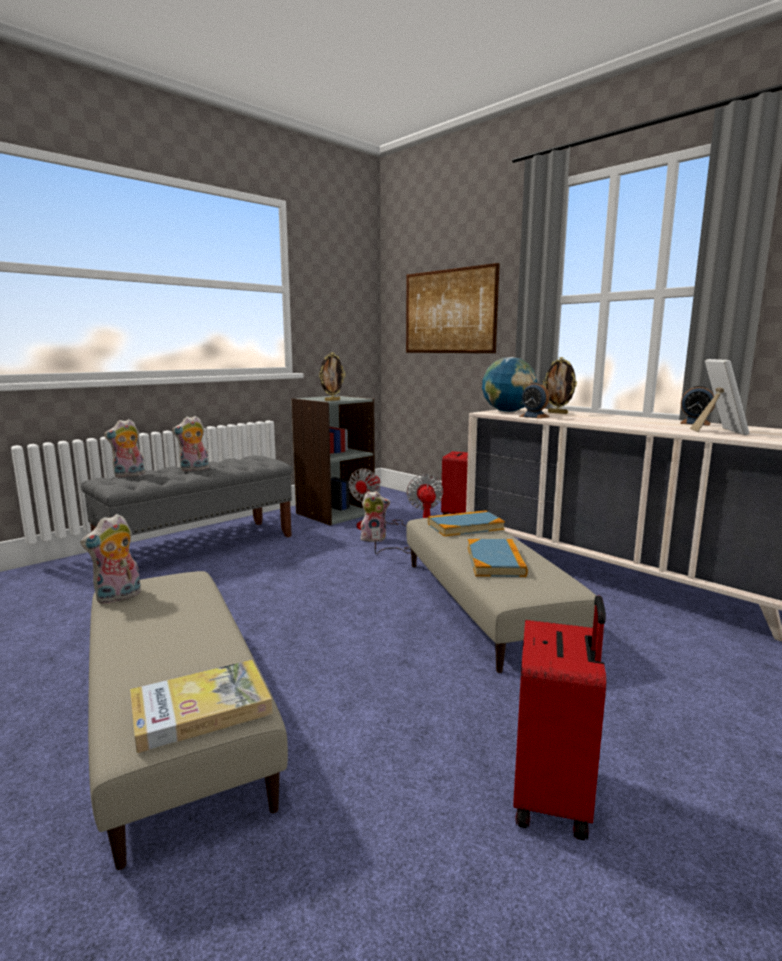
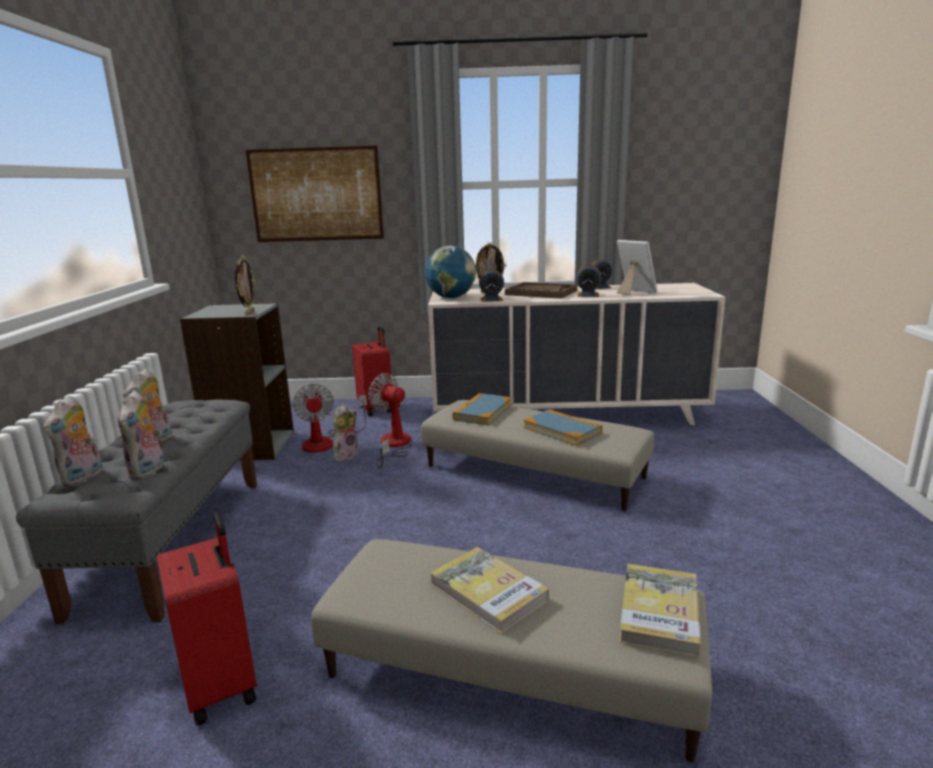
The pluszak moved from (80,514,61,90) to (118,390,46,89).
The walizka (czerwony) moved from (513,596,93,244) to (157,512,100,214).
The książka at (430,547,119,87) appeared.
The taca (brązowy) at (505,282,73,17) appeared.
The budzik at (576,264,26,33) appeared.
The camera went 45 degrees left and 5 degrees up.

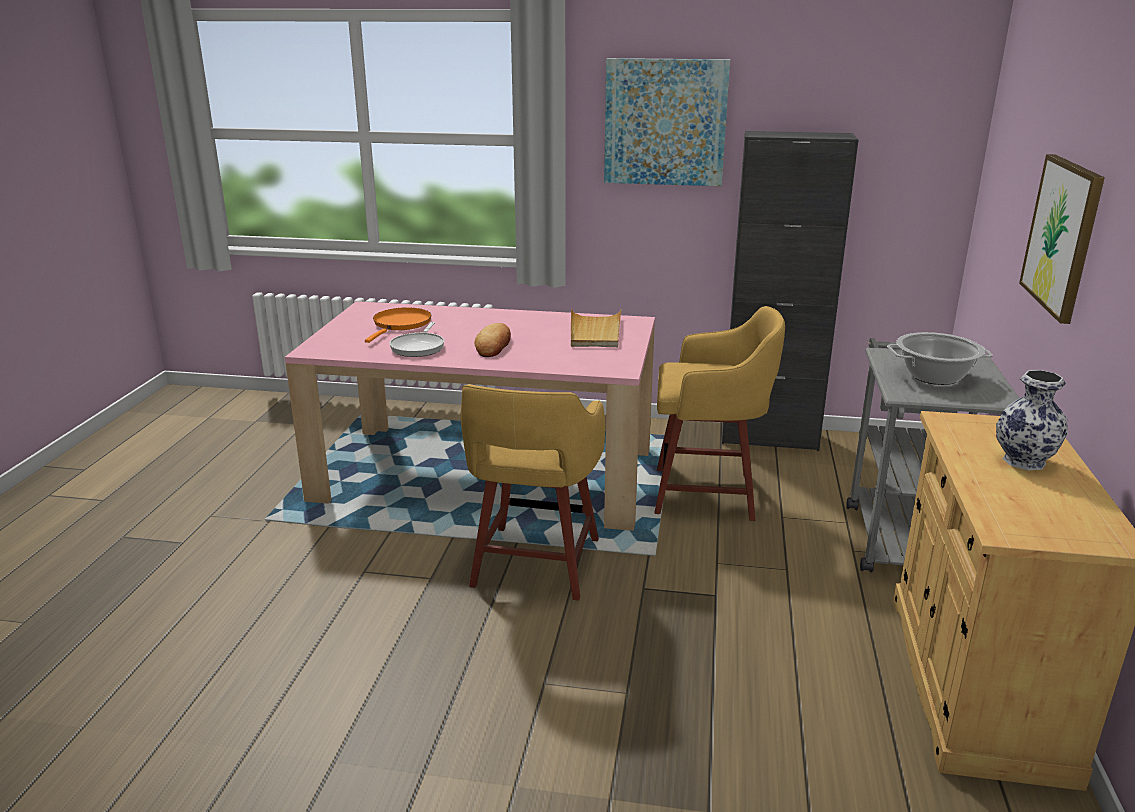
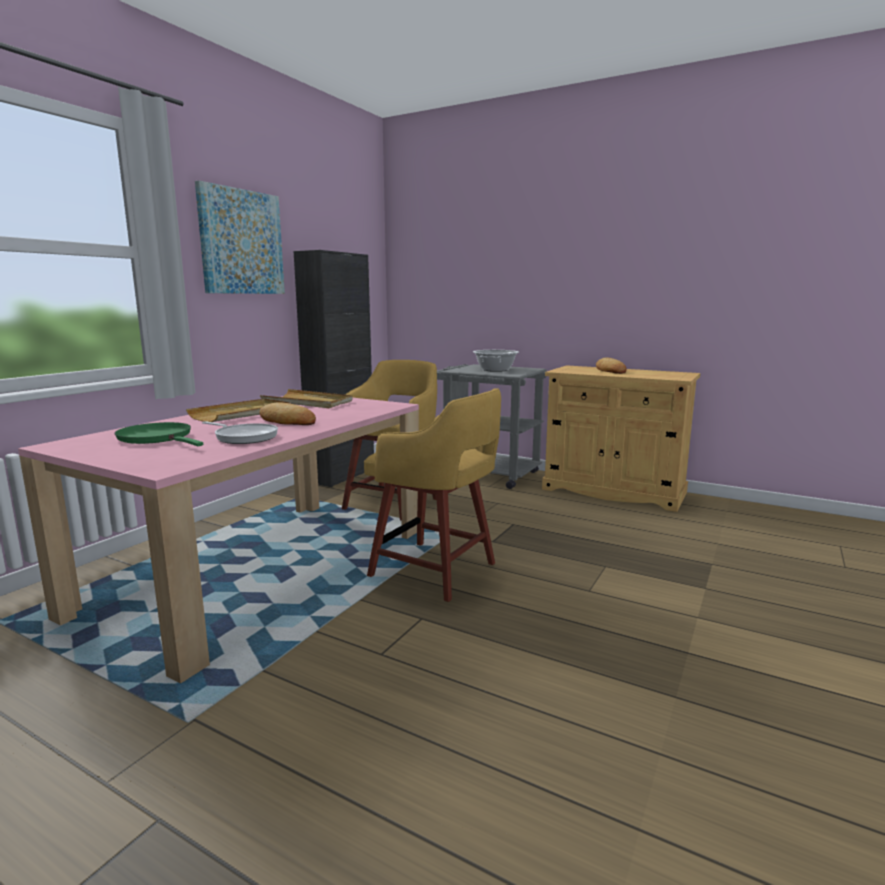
The patelnia (pomarańczowy) at (365,307,67,36) became the patelnia (zielony) at (115,422,88,24).
The wazon at (996,370,72,101) was replaced by the chleb at (596,357,31,17).
The obraz at (1019,154,86,170) disappeared.
The taca (beżowy) at (186,398,105,24) appeared.
The camera went 70 degrees left and 10 degrees down.

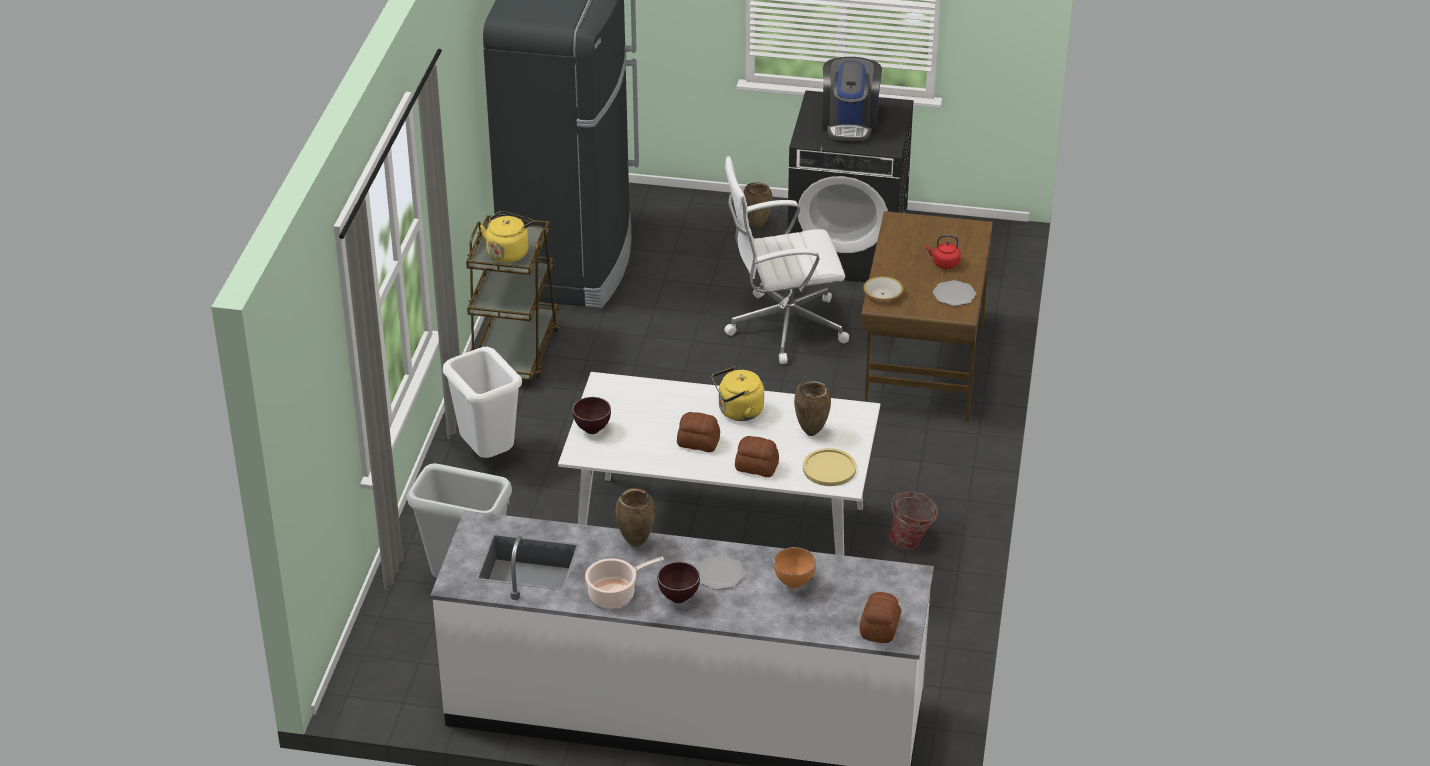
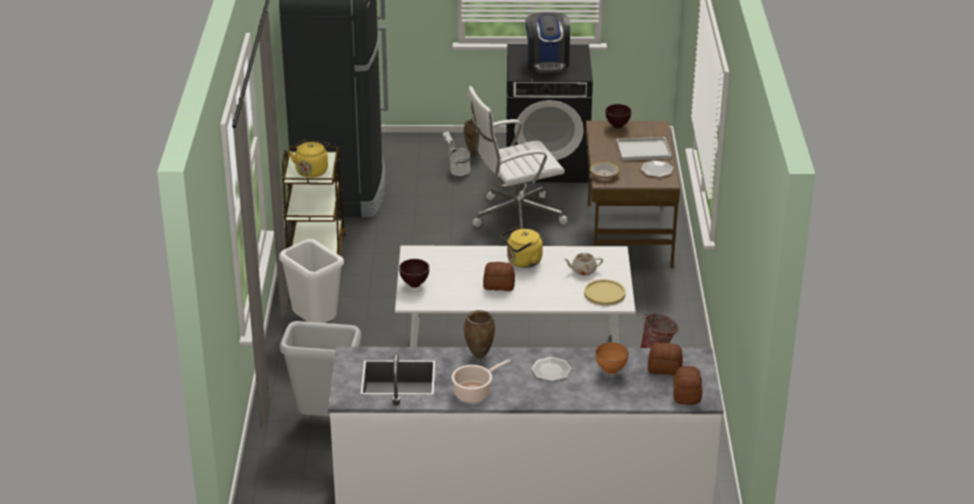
The miska (brązowy) moved from (657,562,43,41) to (605,104,26,24).
The chleb moved from (735,436,44,41) to (648,343,35,33).
The wazon (brązowy) at (794,381,37,55) was replaced by the imbryk (beżowy) at (563,253,40,22).
The czajnik (czerwony) at (926,235,35,34) was replaced by the taca (biały) at (616,137,56,24).
The wiadro (biały) at (442,132,29,44) appeared.
The camera went 10 degrees left and 5 degrees down.

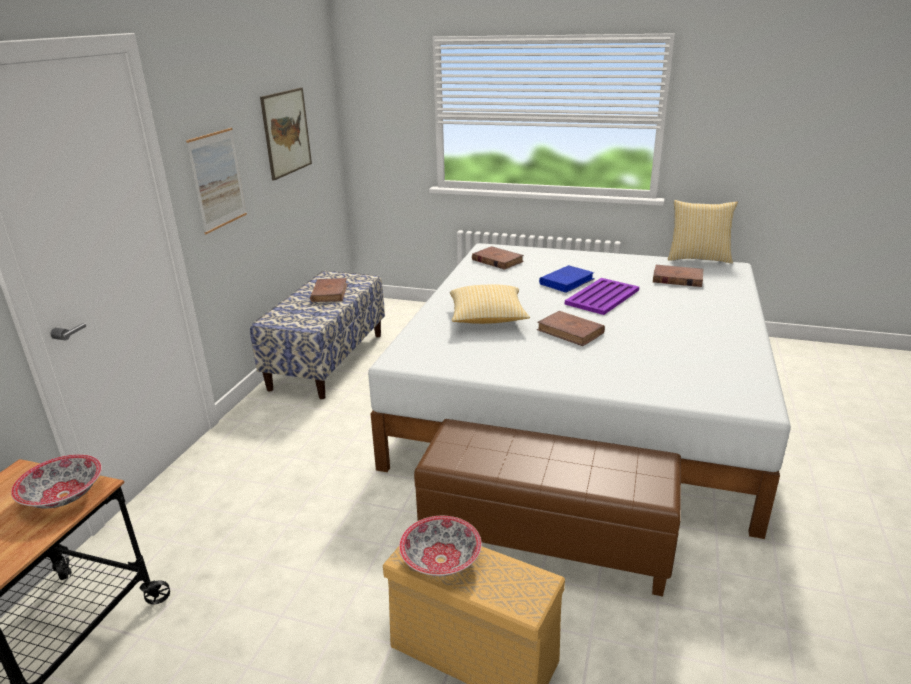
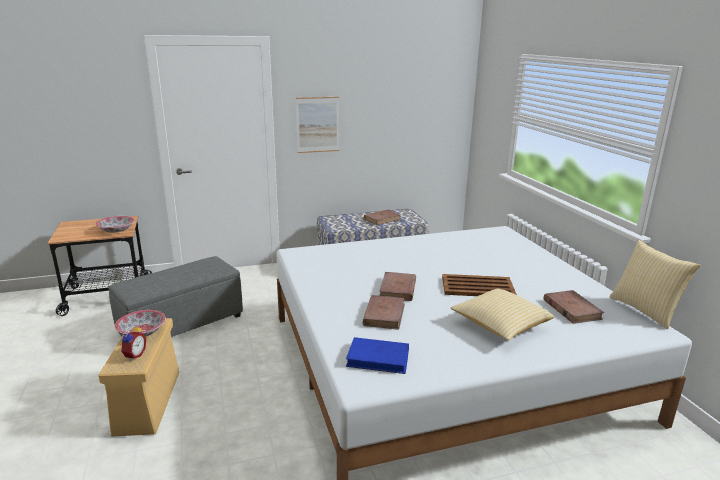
The obraz at (260,88,52,93) disappeared.
The pufa (brązowy) at (414,419,267,178) disappeared.
The poduszka moved from (450,284,80,40) to (450,289,104,52).
The książka (brązowy) moved from (472,246,52,24) to (363,295,42,35).
The książka (niebieski) moved from (539,265,56,28) to (346,337,63,37).
The taca (fioletowy) at (565,278,74,37) became the taca (brązowy) at (442,274,75,22).
The pufa (szary) at (108,256,135,81) appeared.
The budzik at (121,324,25,37) appeared.
The camera went 55 degrees right and 5 degrees down.

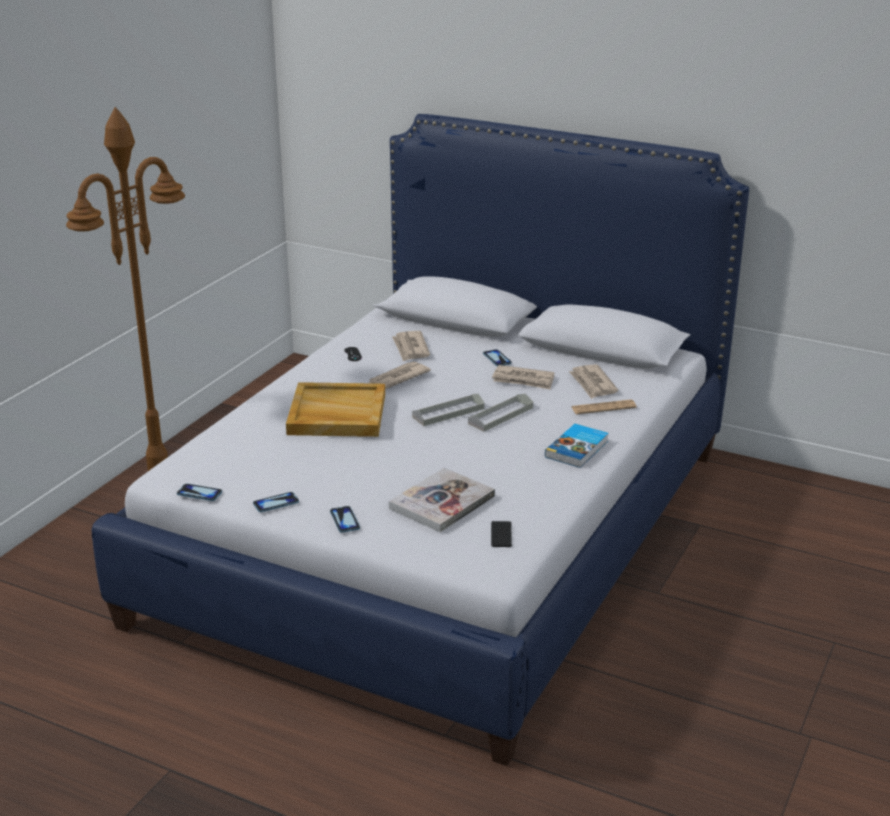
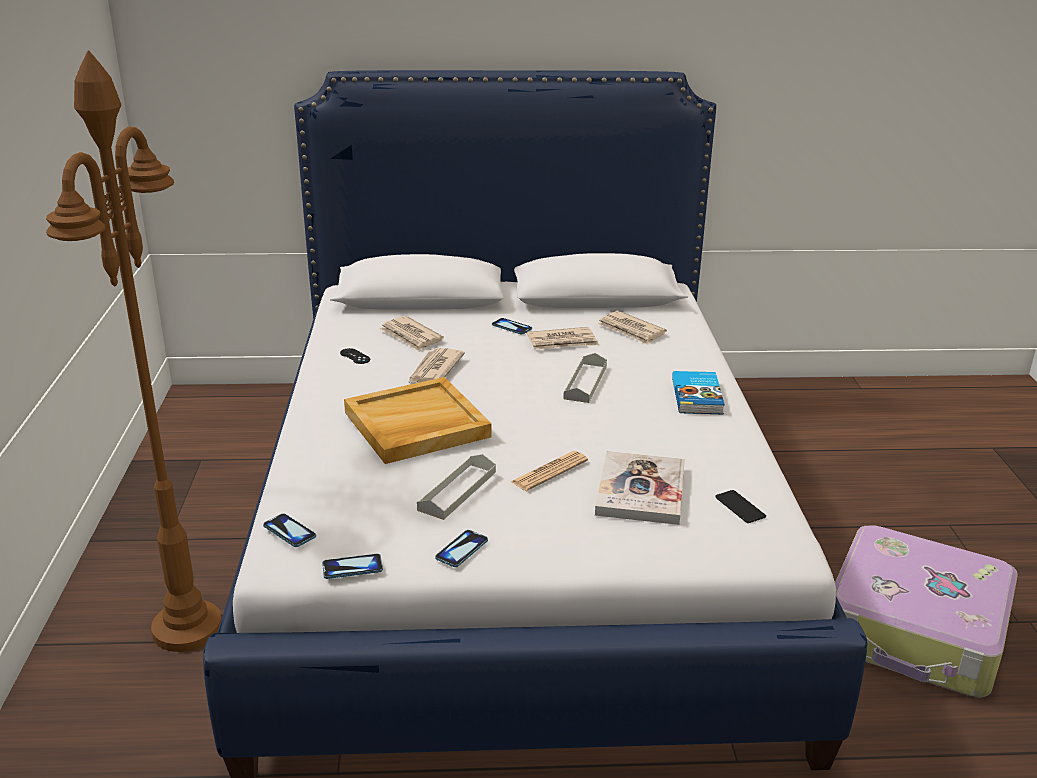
The telefon moved from (330,506,30,27) to (263,513,53,34).
The taca (szary) moved from (412,394,72,32) to (417,454,79,66).
The gazeta moved from (572,400,65,15) to (510,451,78,40).
The walizka at (835,525,183,173) appeared.
The camera went 30 degrees left and 0 degrees up.

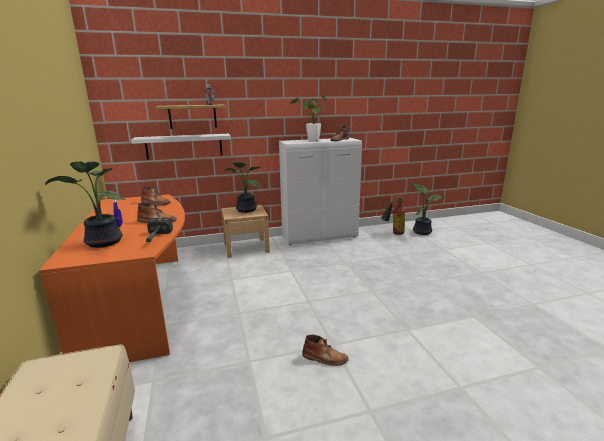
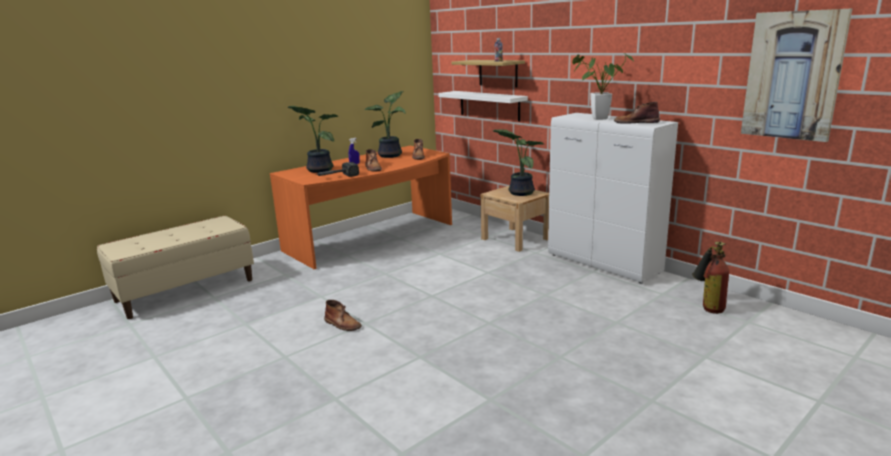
The but z cholewką (brązowy) at (302,334,47,32) turned 45 degrees counterclockwise.
The roślina doniczkowa moved from (411,183,33,52) to (365,91,40,67).
The obraz at (741,8,112,134) appeared.
The camera went 65 degrees right and 0 degrees up.

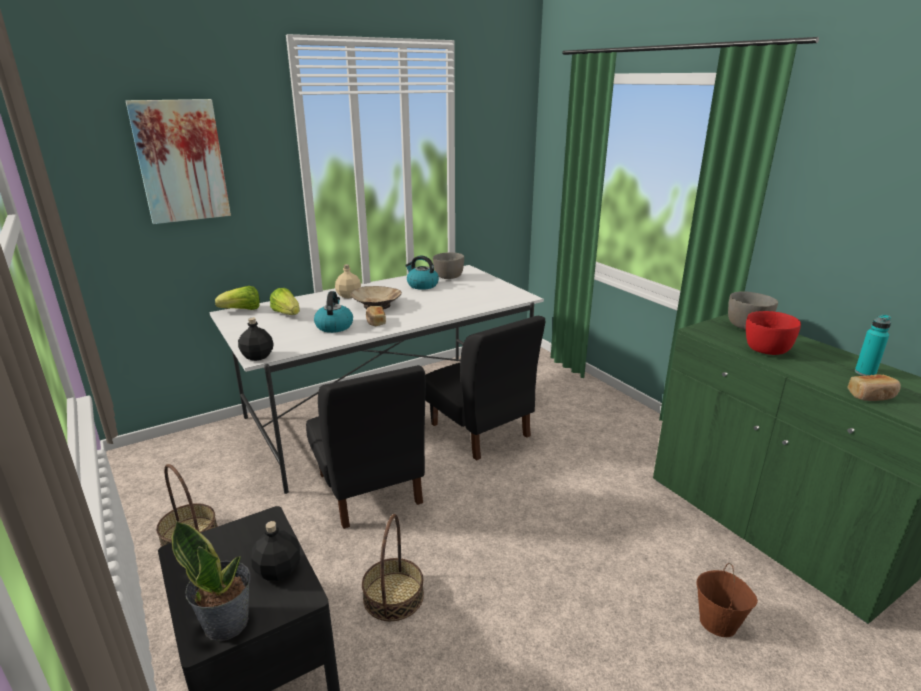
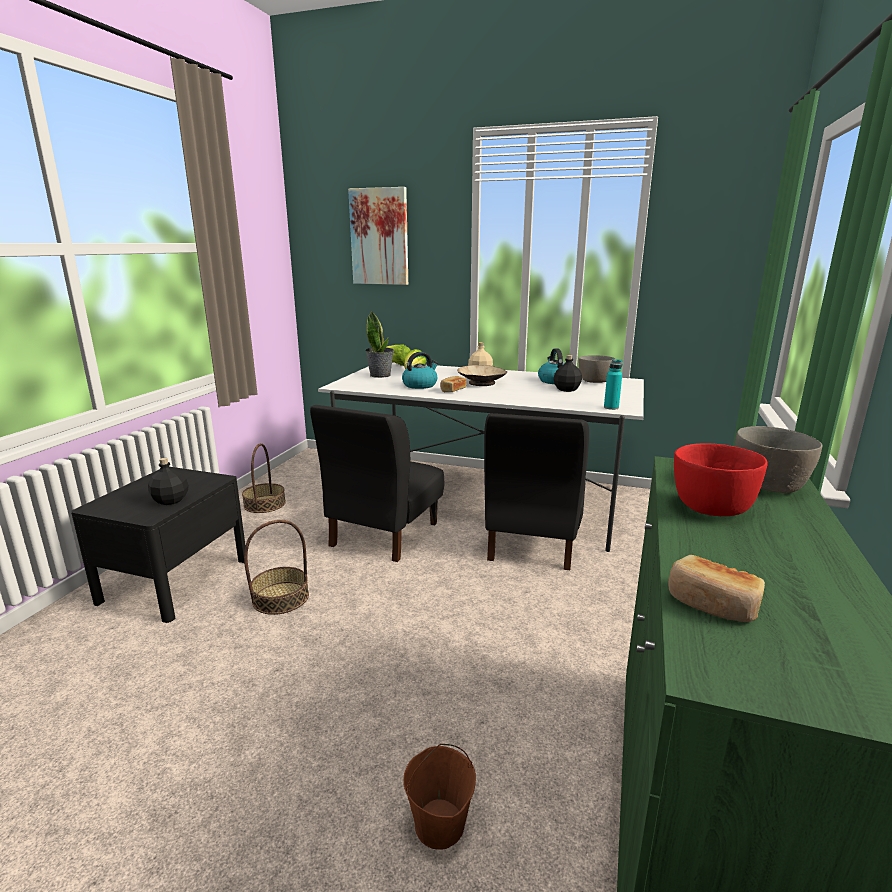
The roślina doniczkowa moved from (172,521,78,120) to (365,311,29,67).
The butelka (czarny) moved from (238,318,36,43) to (554,355,28,37).
The butelka (turkusowy) moved from (855,315,36,61) to (604,359,19,51).
The camera went 50 degrees right and 5 degrees down.

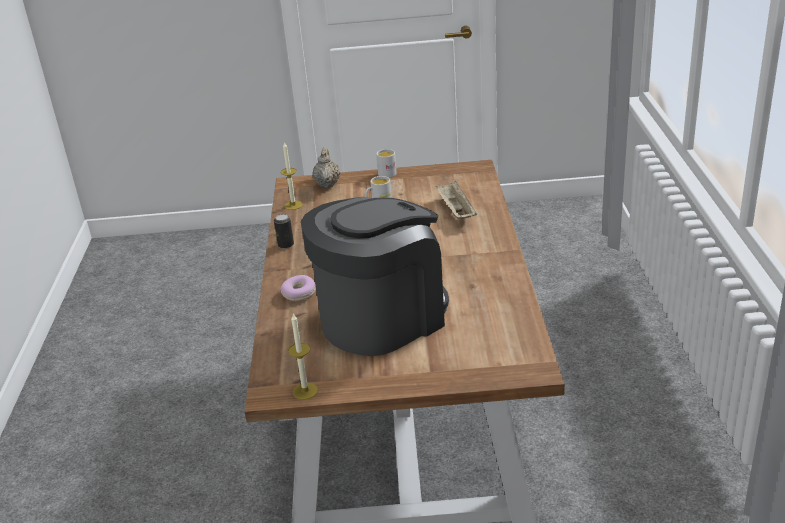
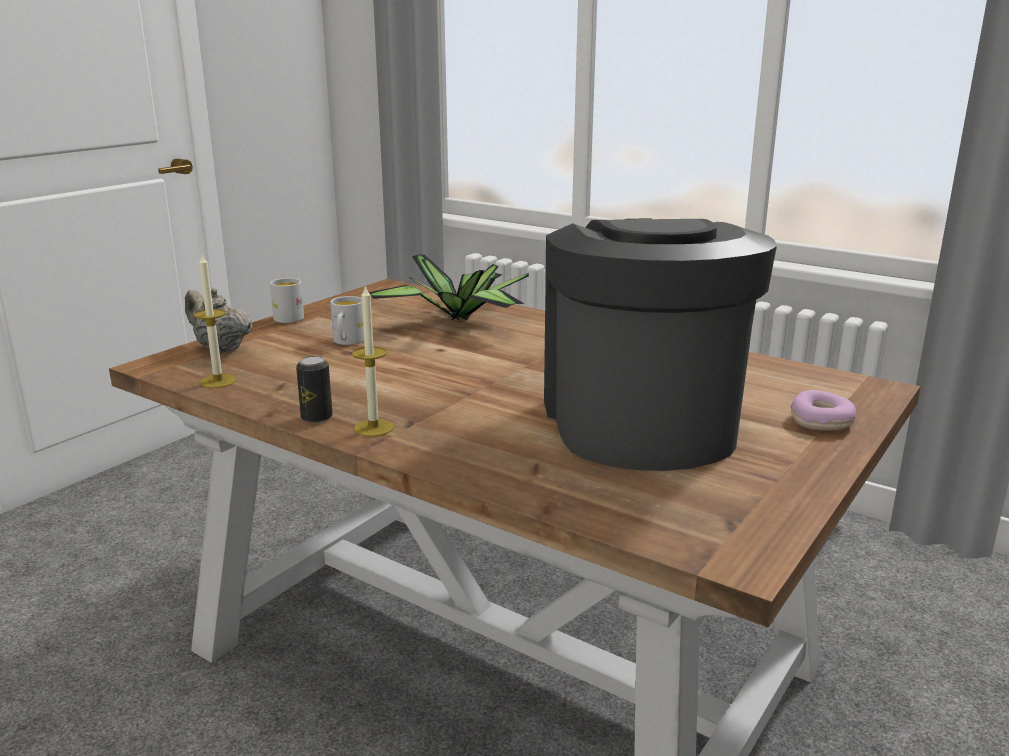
The donut moved from (280,275,35,26) to (790,390,67,41).
The świeca moved from (288,314,30,86) to (352,284,42,153).
The taca (beżowy) at (435,181,42,38) was replaced by the roślina doniczkowa at (368,254,161,67).
The camera went 55 degrees left and 10 degrees down.

